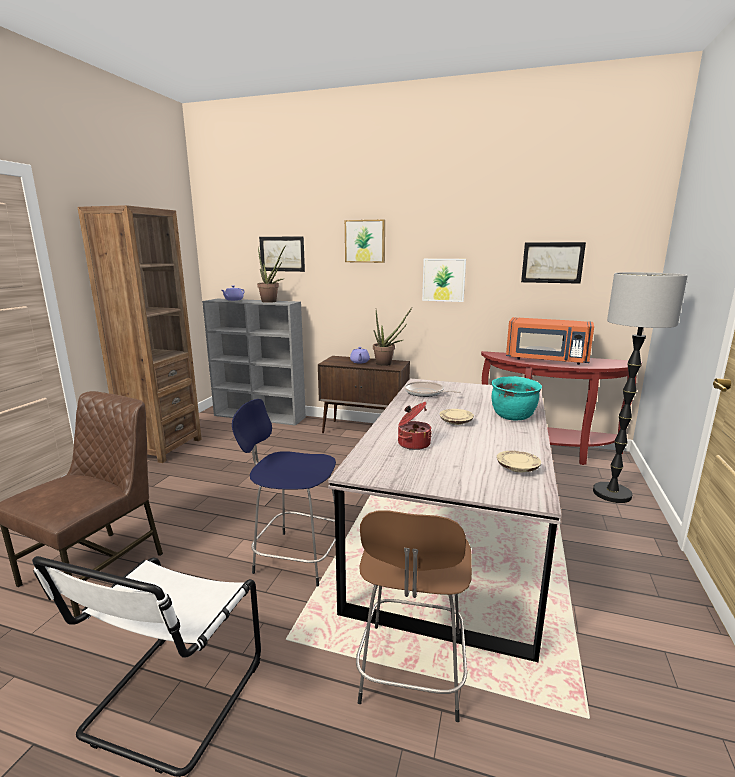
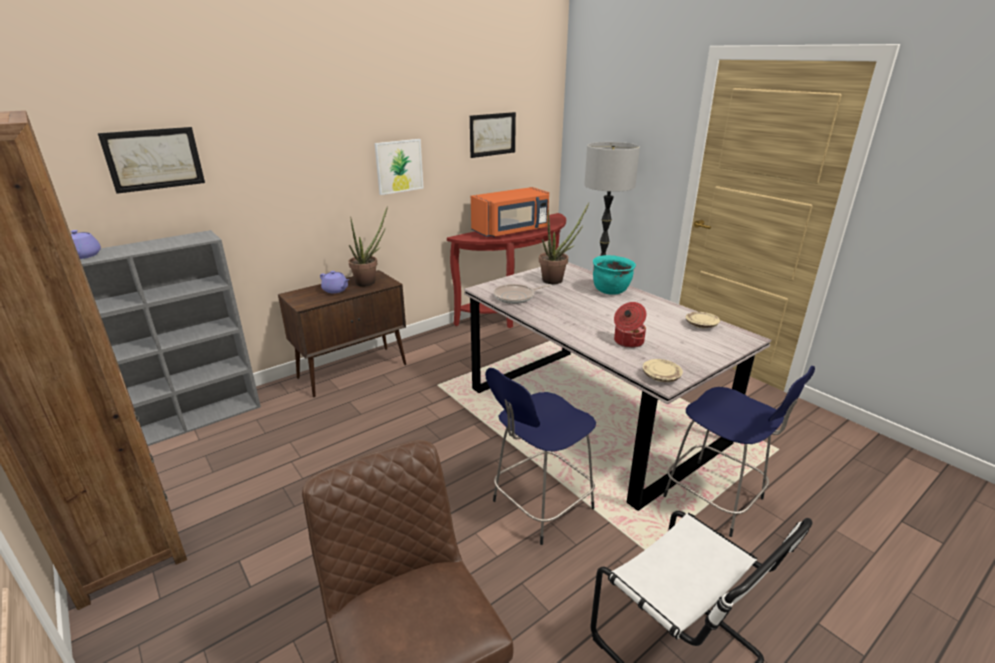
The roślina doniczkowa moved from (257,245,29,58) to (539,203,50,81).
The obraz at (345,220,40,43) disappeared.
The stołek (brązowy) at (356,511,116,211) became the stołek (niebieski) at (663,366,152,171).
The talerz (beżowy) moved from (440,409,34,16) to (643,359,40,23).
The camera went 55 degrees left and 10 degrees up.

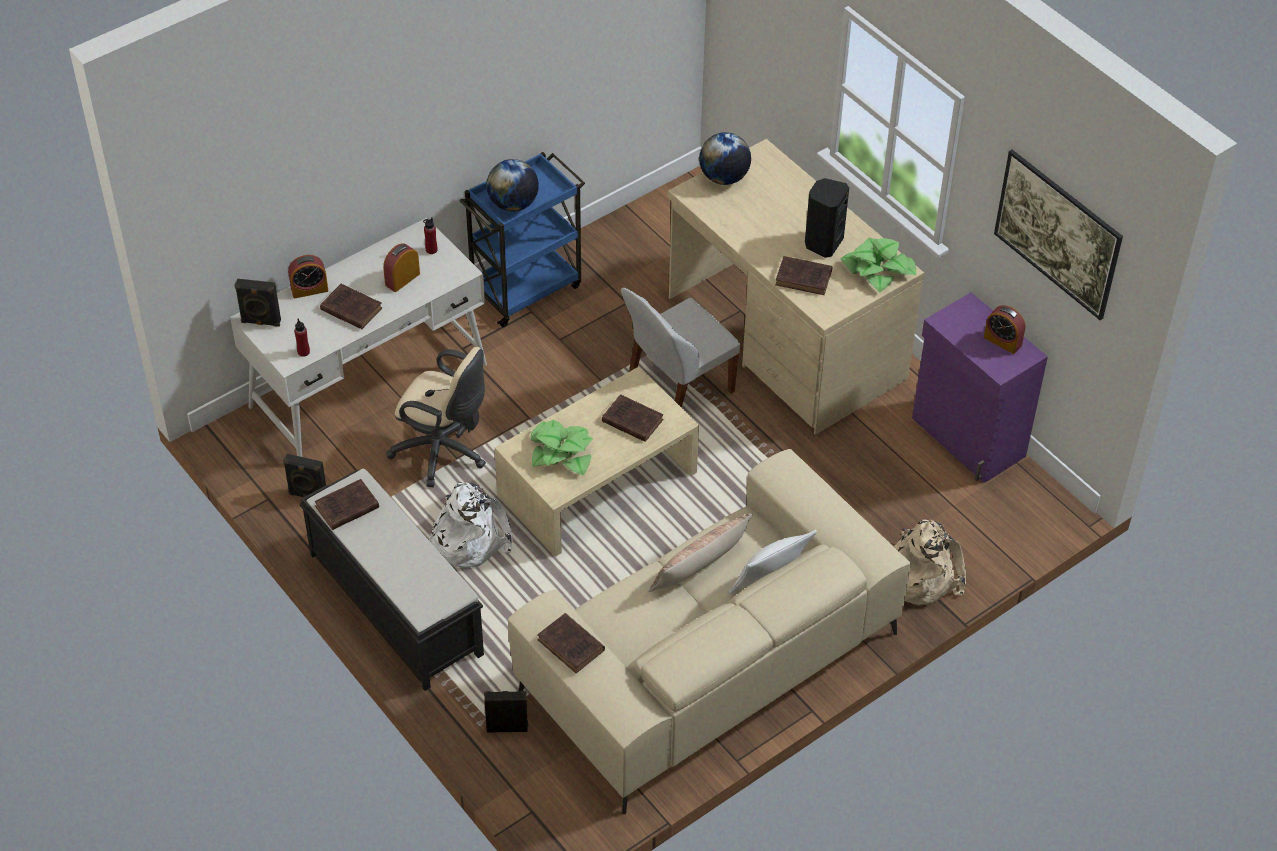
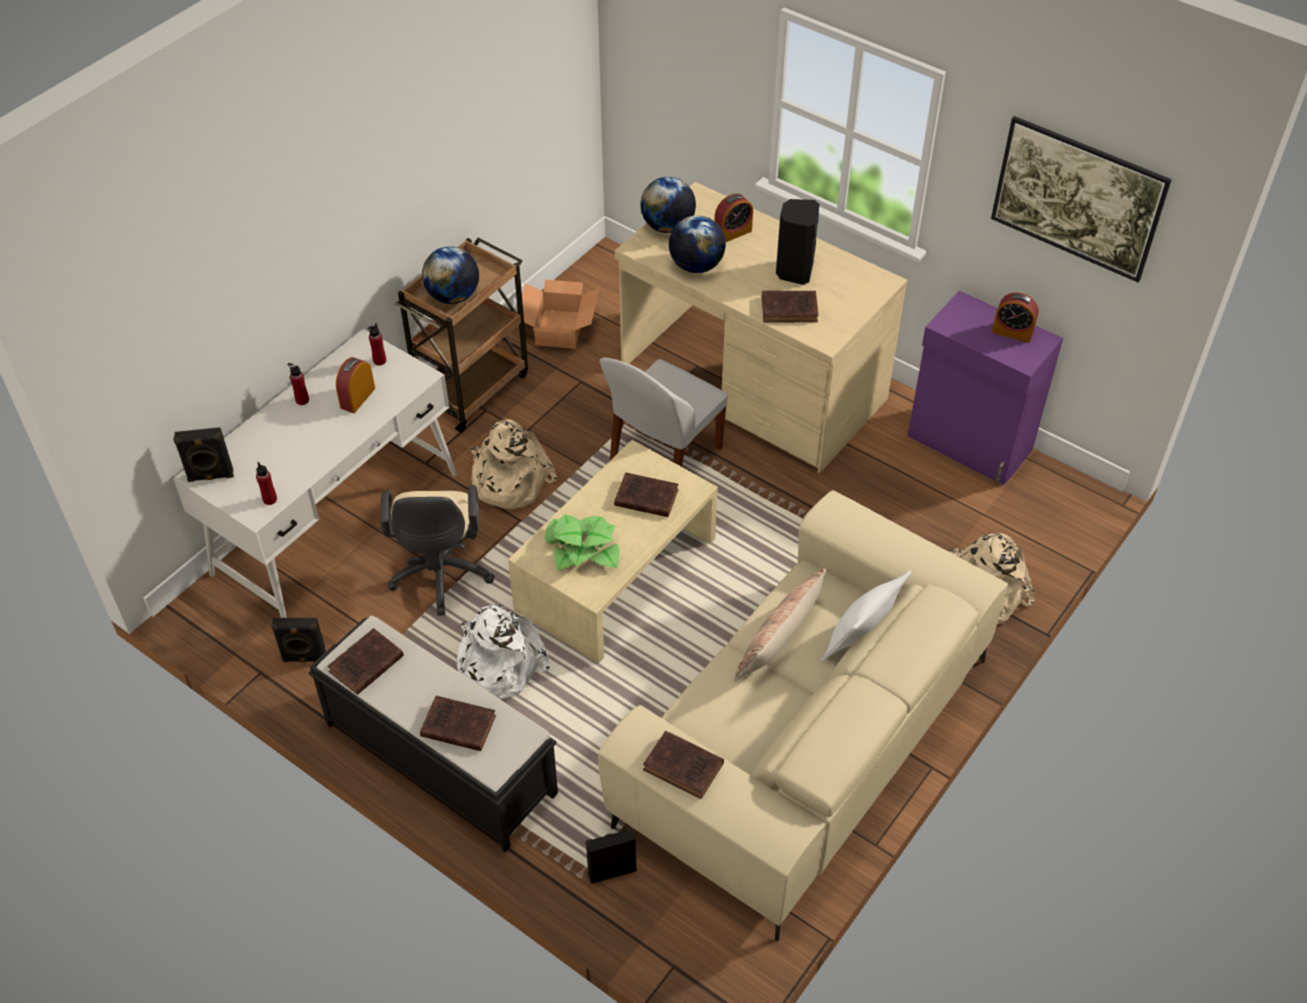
The budzik moved from (288,255,40,44) to (715,193,38,50).
The książka (brązowy) moved from (320,284,62,45) to (420,696,76,55).
The krzesło biurowe (beżowy) at (386,347,100,140) turned 75 degrees clockwise.
The wózek (niebieski) at (460,152,125,175) became the wózek (brązowy) at (395,238,133,195).
The roślina doniczkowa at (840,238,76,55) disappeared.
The butelka (czerwony) at (287,363,22,42) appeared.
The plecak (beżowy) at (471,419,86,90) appeared.
The karton at (517,280,82,69) appeared.
The globus at (669,215,57,58) appeared.
The camera went 15 degrees left and 0 degrees up.

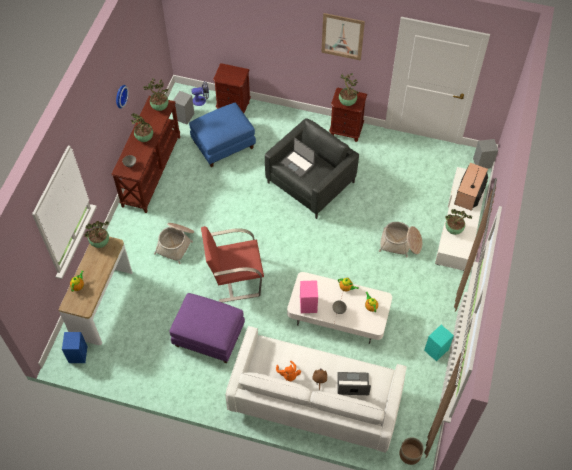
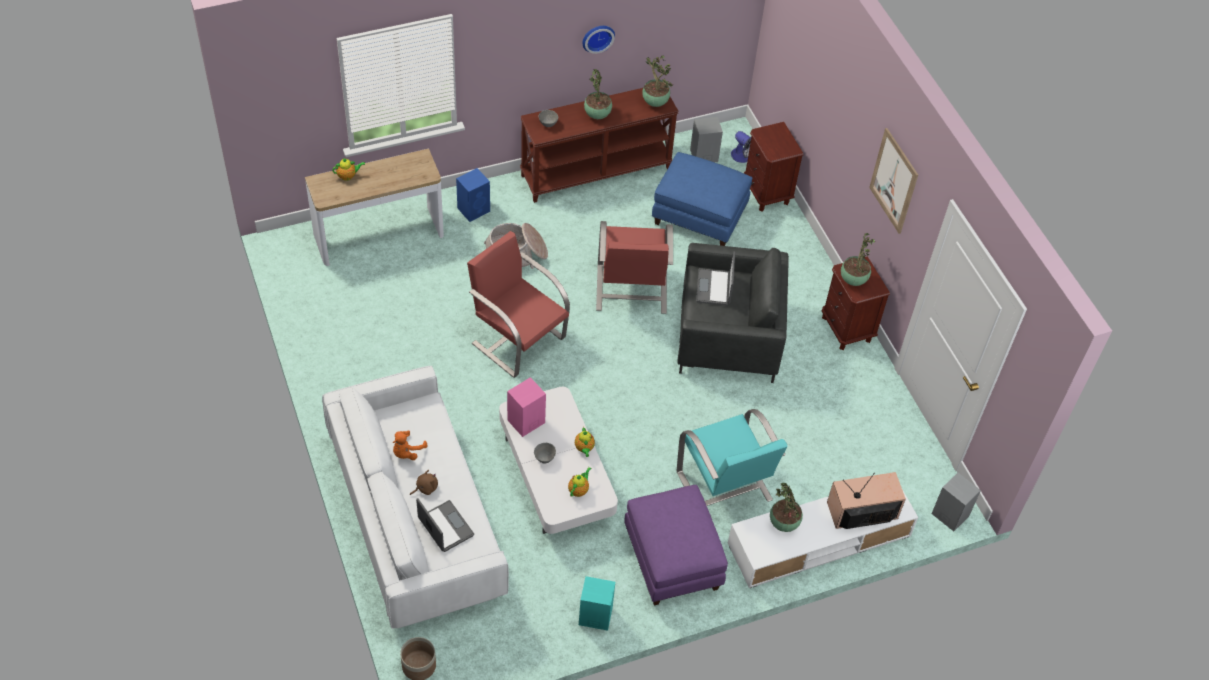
The głośnik (niebieski) moved from (62,332,26,31) to (456,168,34,54).
The roślina doniczkowa at (84,221,26,27) disappeared.
The pufa (fioletowy) moved from (169,293,76,70) to (624,485,104,121).
The koszyk at (379,222,43,35) was replaced by the fotel (turkusowy) at (677,409,111,97).
The fotel (czerwony) at (596,221,77,93) appeared.
The camera went 50 degrees right and 5 degrees down.

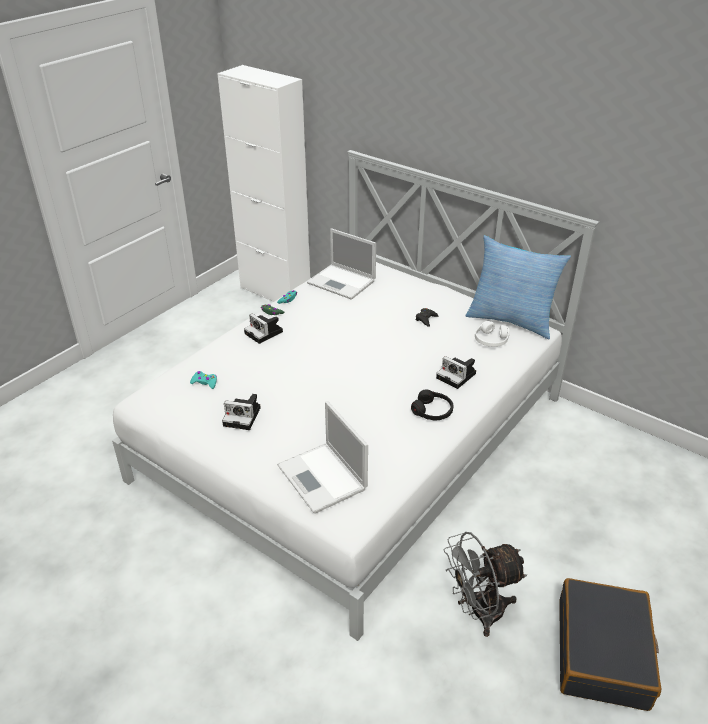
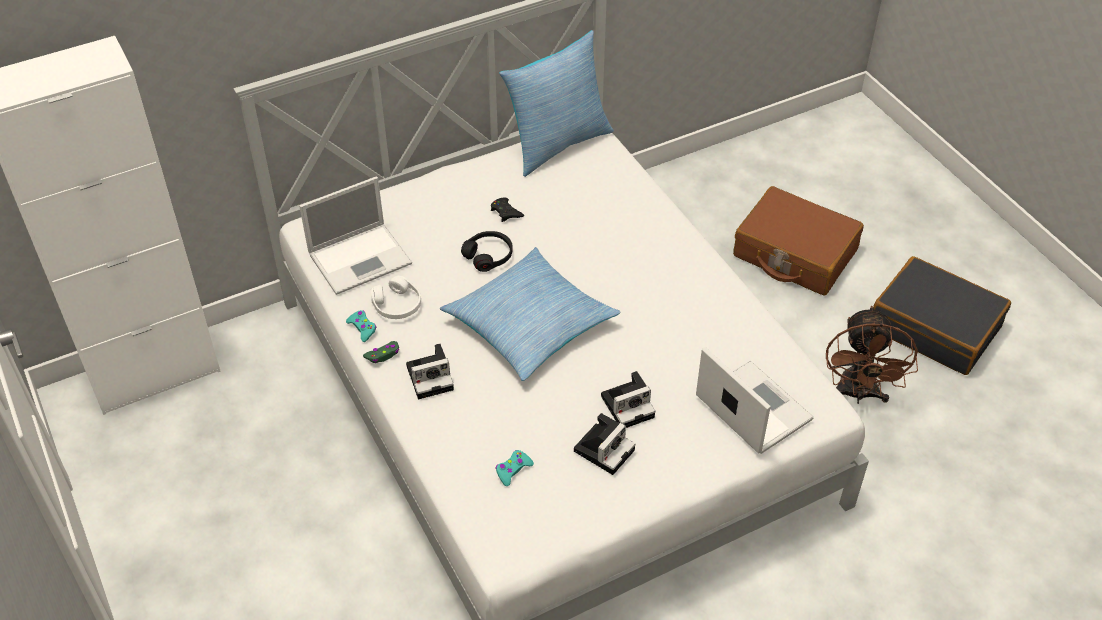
The laptop at (277,401,91,113) turned 120 degrees counterclockwise.
The słuchawki (czarny) moved from (411,389,42,31) to (461,231,52,41).
The aparat fotograficzny moved from (436,356,40,33) to (601,371,54,57).
The wentylator (szary) at (444,532,83,105) became the wentylator (brązowy) at (826,306,92,98).
The słuchawki (biały) moved from (475,321,35,26) to (371,276,50,43).
The poduszka at (440,247,180,134) appeared.
The walizka (brązowy) at (733,186,131,110) appeared.
The camera went 65 degrees left and 10 degrees up.

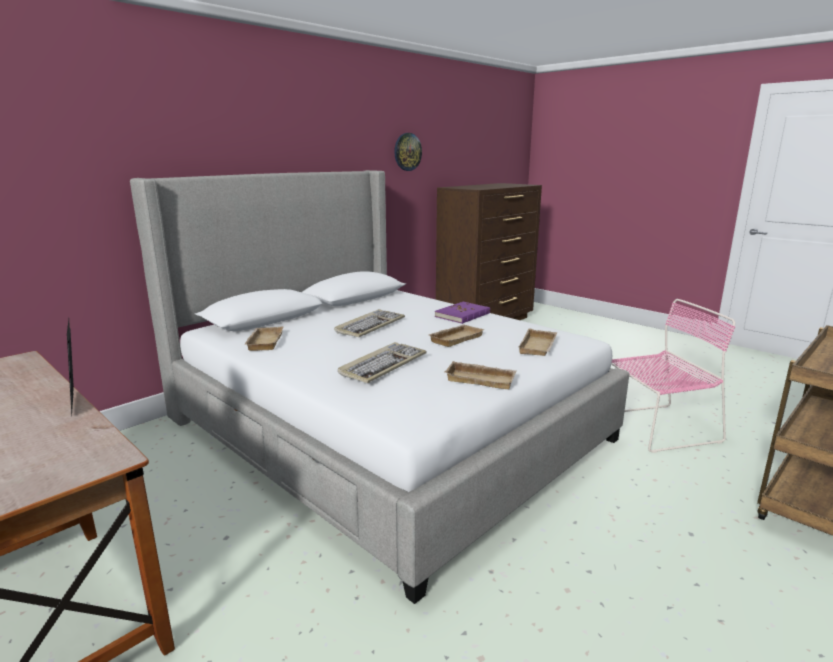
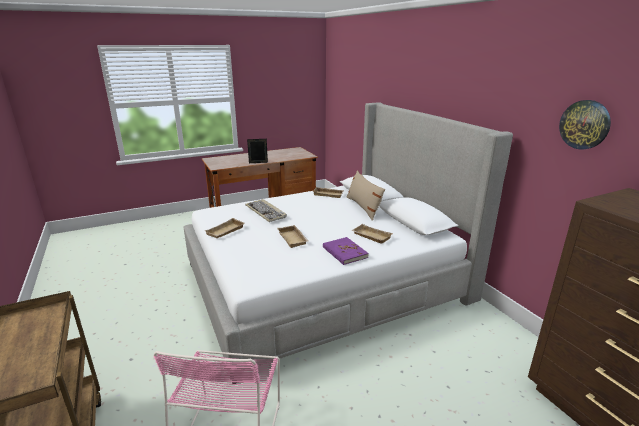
The klawiatura at (334,309,71,28) disappeared.
The taca (beżowy) moved from (518,328,39,28) to (351,224,42,20).
The poduszka (beżowy) at (346,170,39,51) appeared.
The camera went 110 degrees right and 5 degrees up.

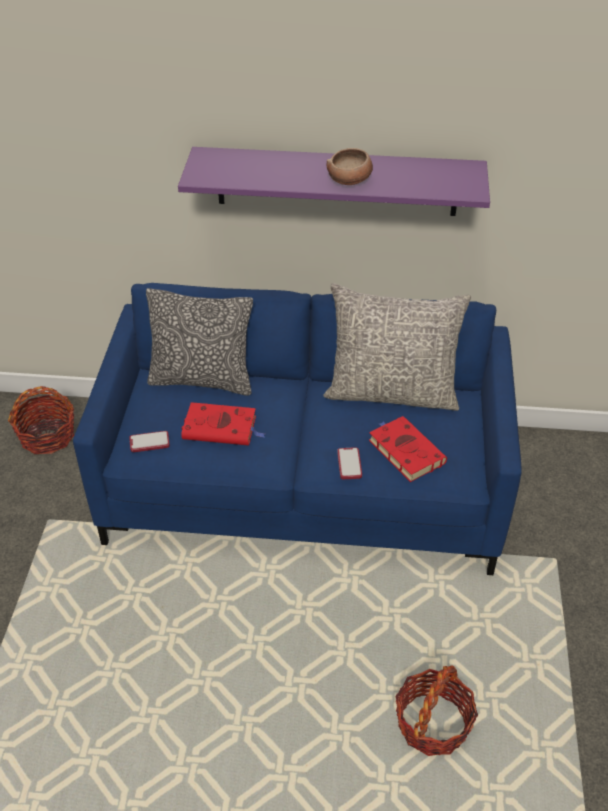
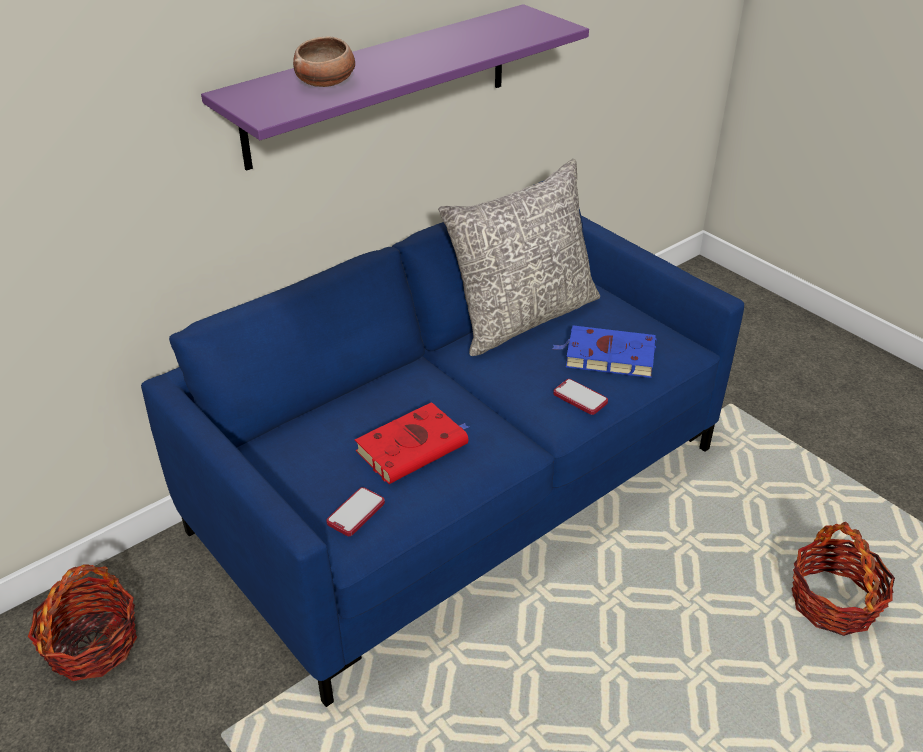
The poduszka at (146,288,107,108) disappeared.
The miska moved from (327,148,46,37) to (293,37,62,50).
The książka (czerwony) at (369,416,78,66) became the książka (niebieski) at (552,325,105,53).
The camera went 45 degrees left and 5 degrees down.

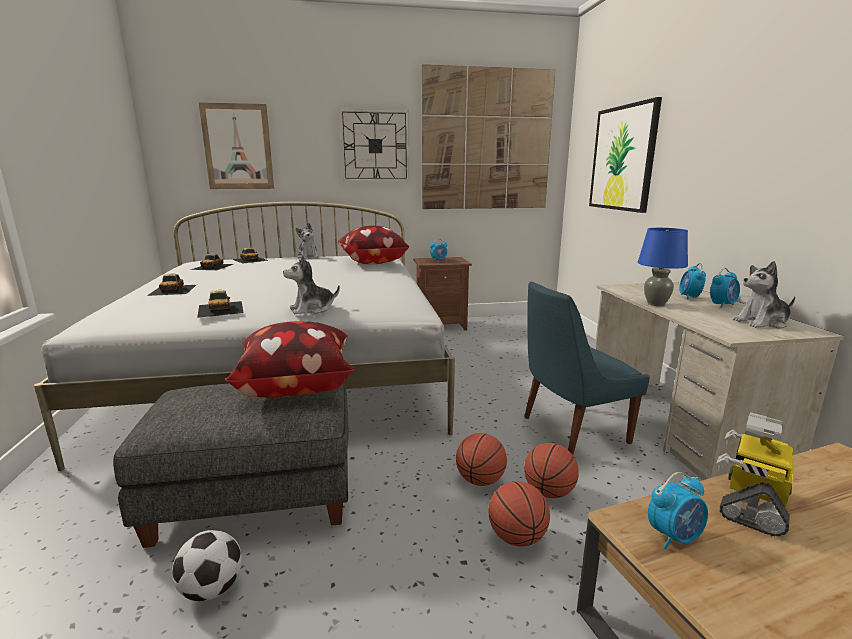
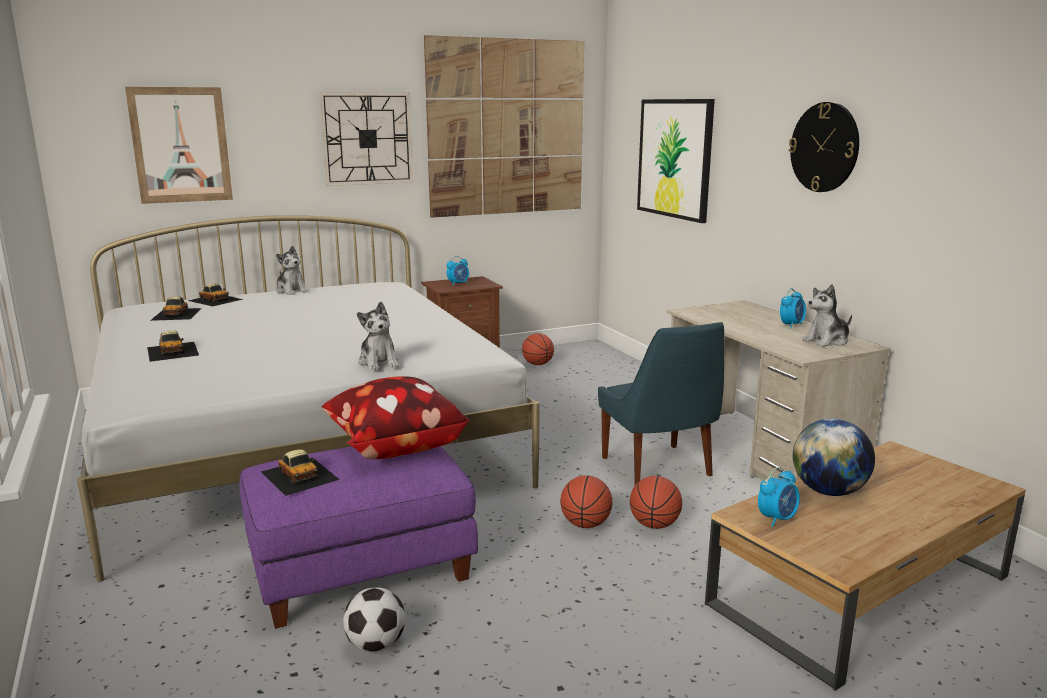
The pufa (szary) at (113,383,235,165) became the pufa (fioletowy) at (239,446,239,183).
The samochodzik moved from (197,290,47,28) to (261,449,79,47).
The pluszak at (283,255,57,59) turned 75 degrees counterclockwise.
The poduszka at (338,226,71,38) disappeared.
The piłka do koszykówki moved from (488,481,62,66) to (522,333,32,32).
The krzesło (niebieski) at (524,281,126,174) turned 75 degrees counterclockwise.
The lampa stołowa (niebieski) at (638,228,50,78) disappeared.
The budzik at (679,263,27,37) disappeared.
The robot zabawkowy at (716,412,78,124) was replaced by the globus at (793,419,82,77).
The zegar ścienny at (789,102,70,90) appeared.
The camera went 15 degrees left and 0 degrees up.

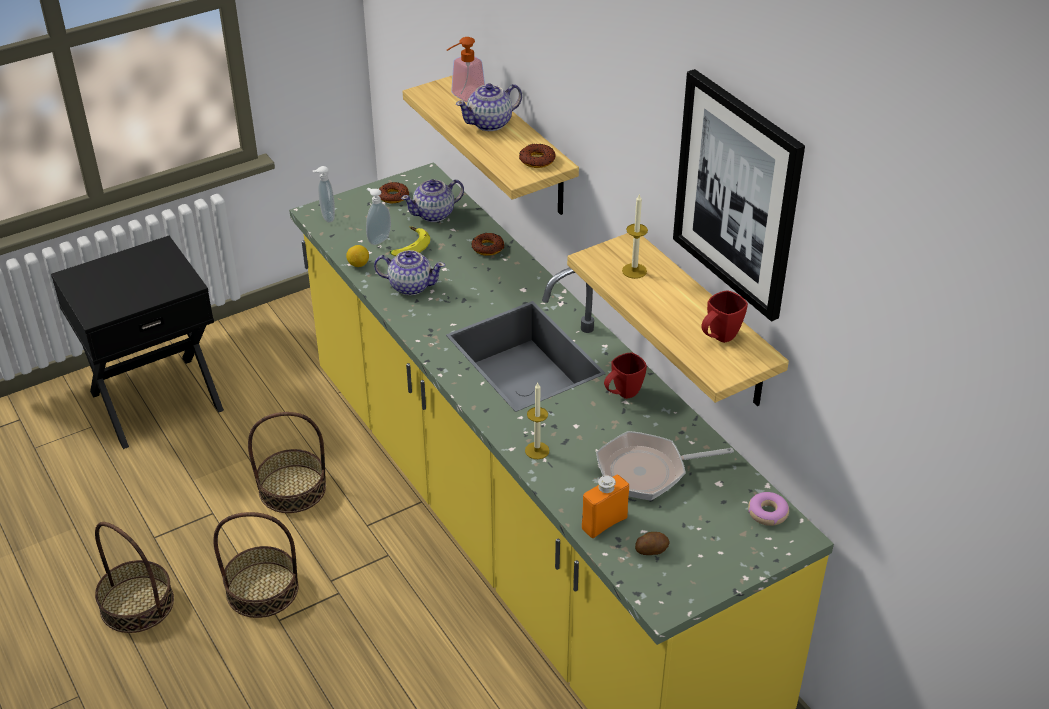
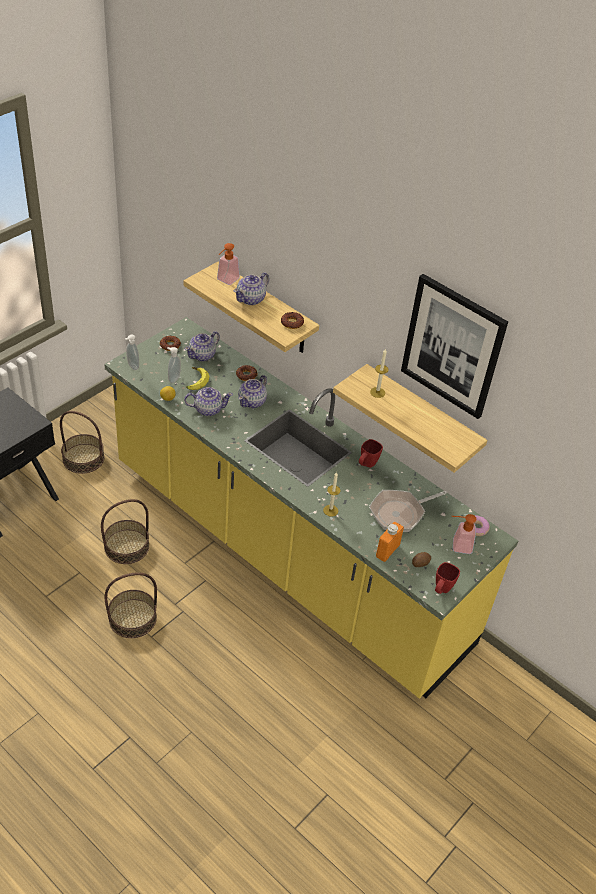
The koszyk moved from (95,522,79,111) to (60,411,44,63).
The kubek (czerwony) moved from (701,290,47,53) to (435,562,25,32).
The imbryk at (238,375,29,33) appeared.
The dozownik mydła at (452,514,25,40) appeared.
The camera went 20 degrees left and 5 degrees up.

